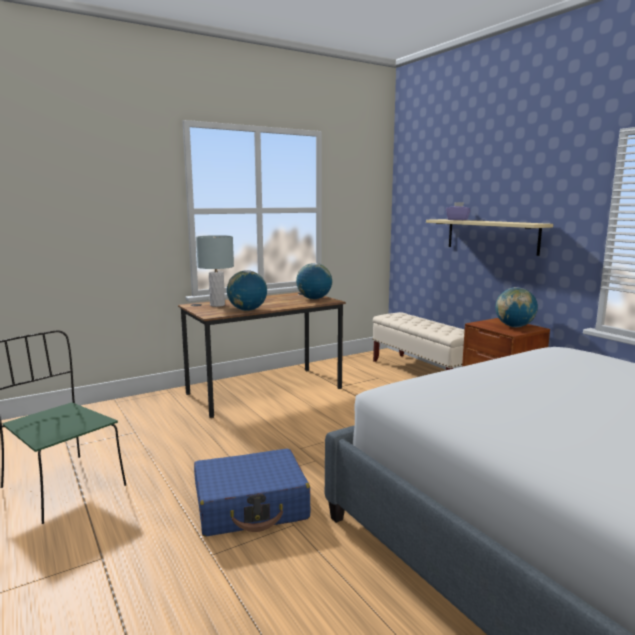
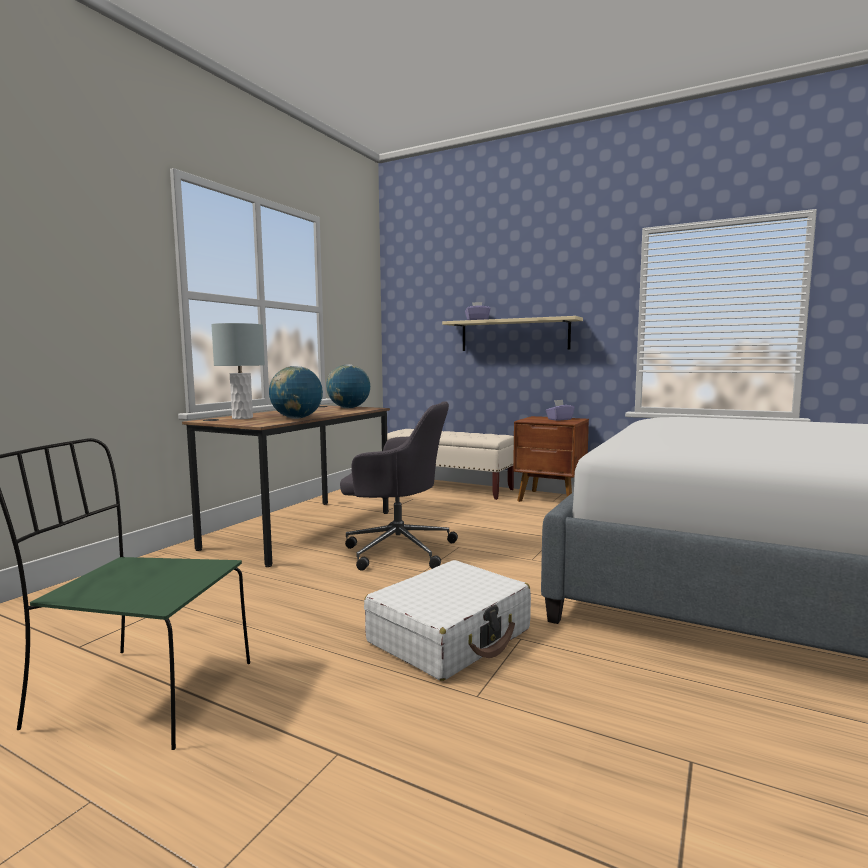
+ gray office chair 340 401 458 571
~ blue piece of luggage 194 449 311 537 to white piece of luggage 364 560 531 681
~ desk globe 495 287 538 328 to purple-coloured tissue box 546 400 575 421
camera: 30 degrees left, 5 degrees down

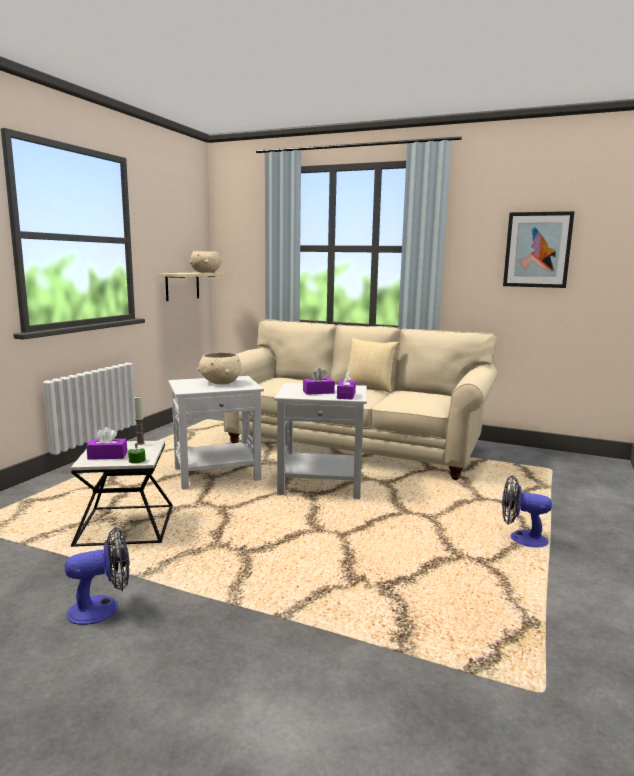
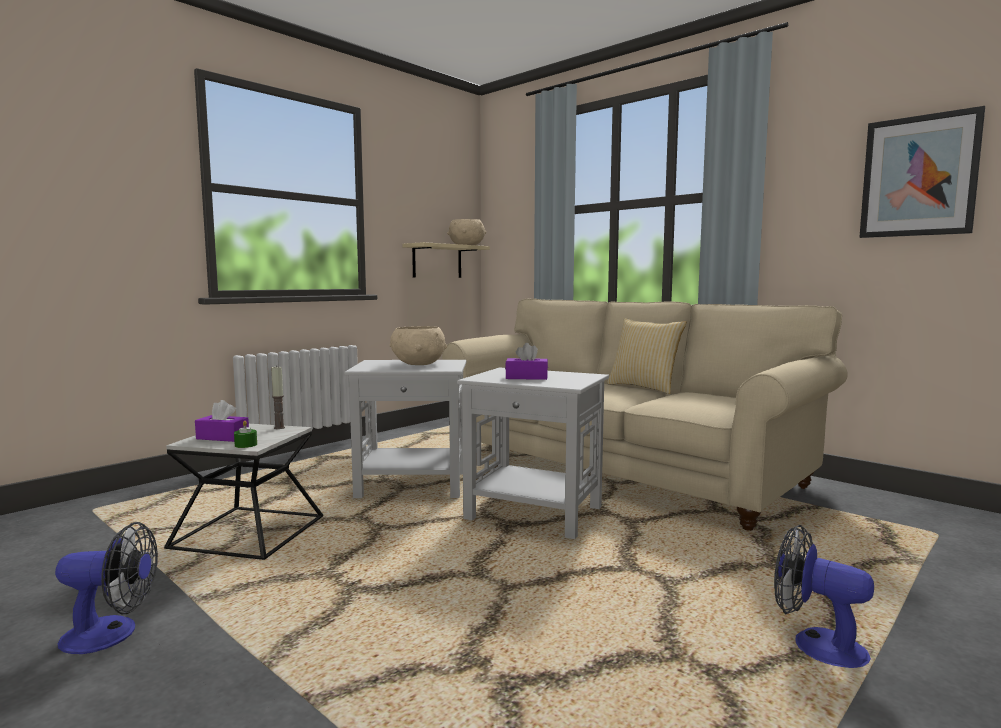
- purple-coloured tissue box 337 371 356 400
camera: 20 degrees right, 5 degrees down

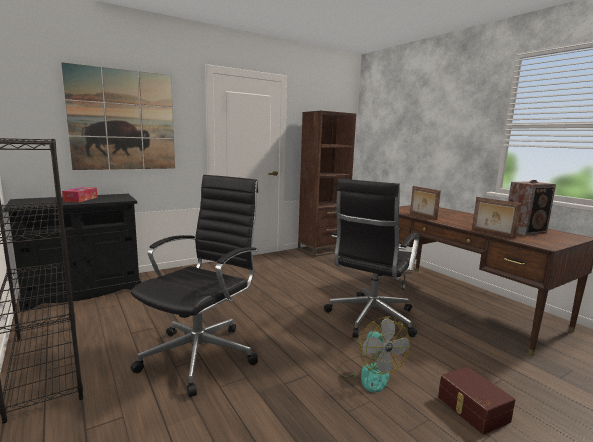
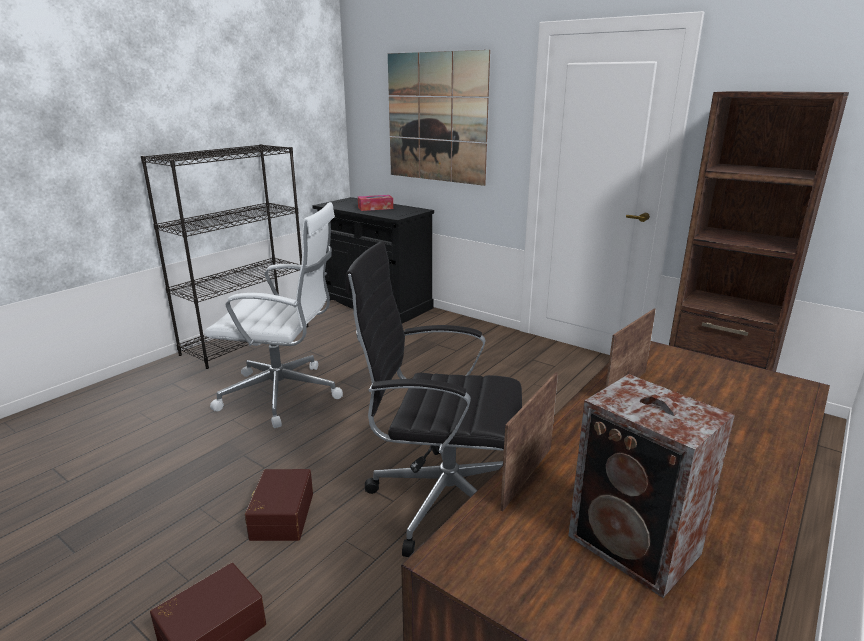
~ black-coloured office chair 131 175 258 397 to white office chair 204 202 343 428
~ fan 337 316 410 393 to brown storage container 245 469 313 541
camera: 70 degrees right, 10 degrees up

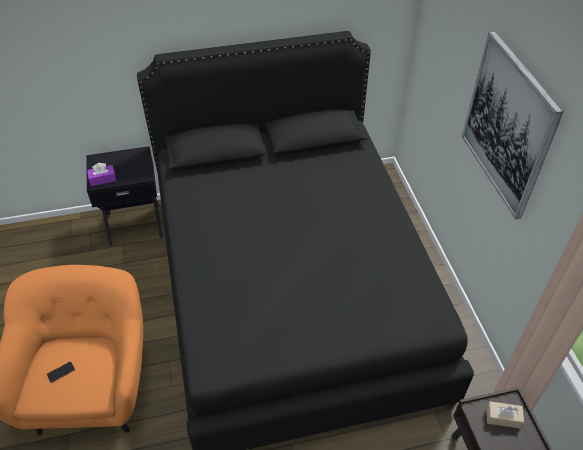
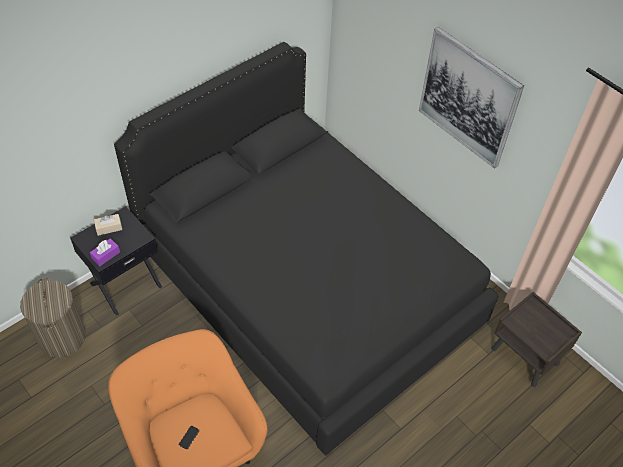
+ hamper 20 278 86 358
~ sand-coloured tissue box 486 401 524 428 to 94 214 122 236
camera: 30 degrees left, 5 degrees up

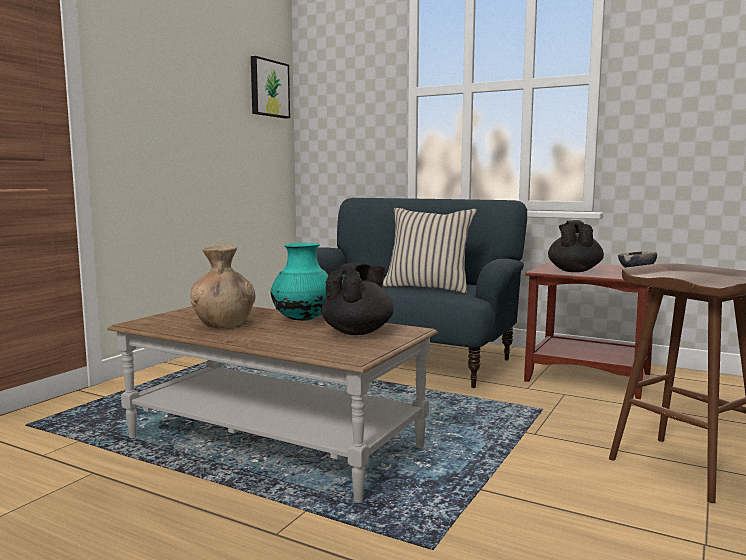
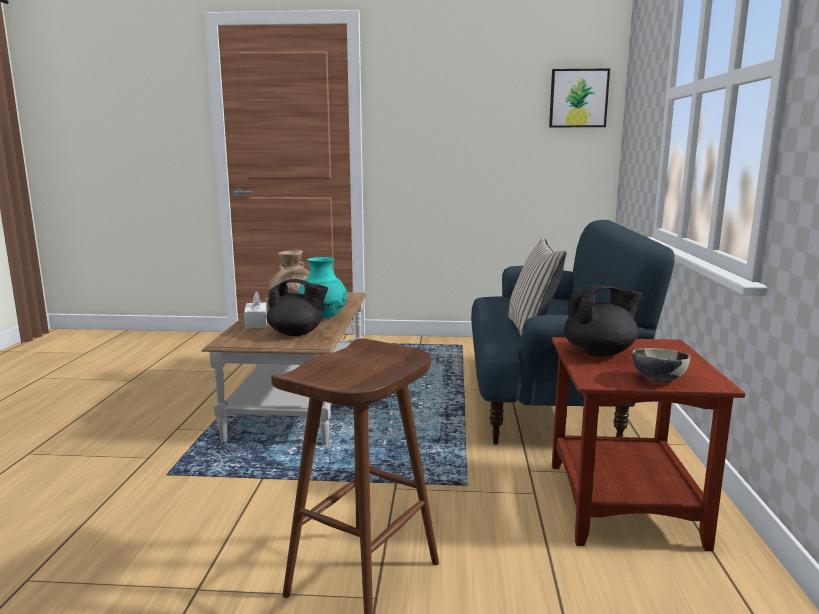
+ white tissue box 244 291 267 329
camera: 65 degrees right, 5 degrees up

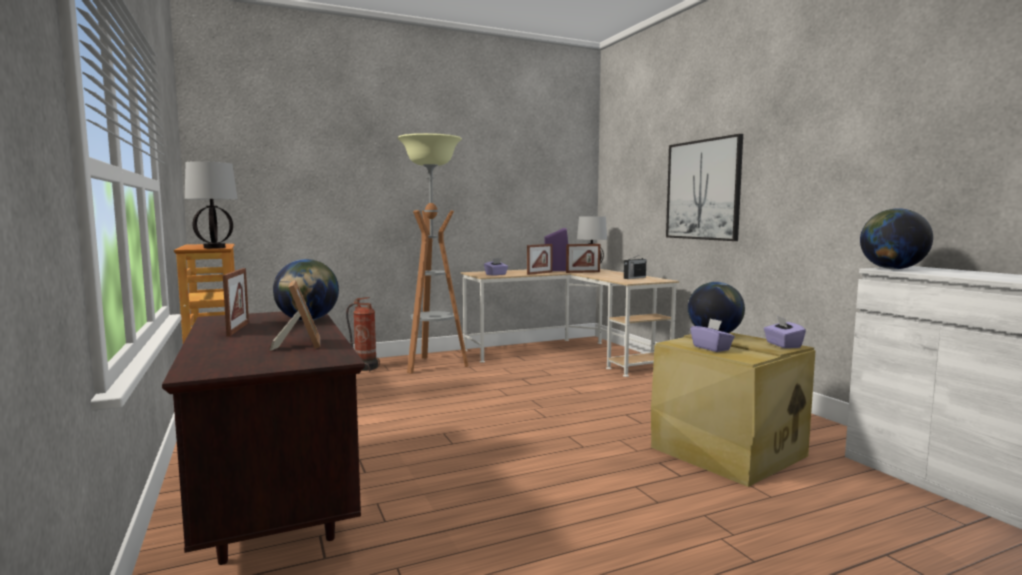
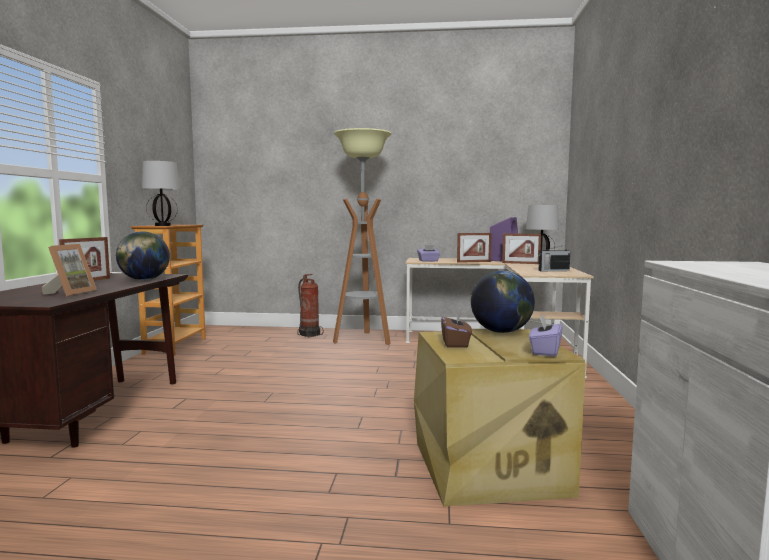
~ purple-coloured tissue box 691 318 735 352 to brown tissue box 441 311 472 348
- picture 666 134 743 241
- desk globe 860 208 933 269
camera: 30 degrees right, 0 degrees up

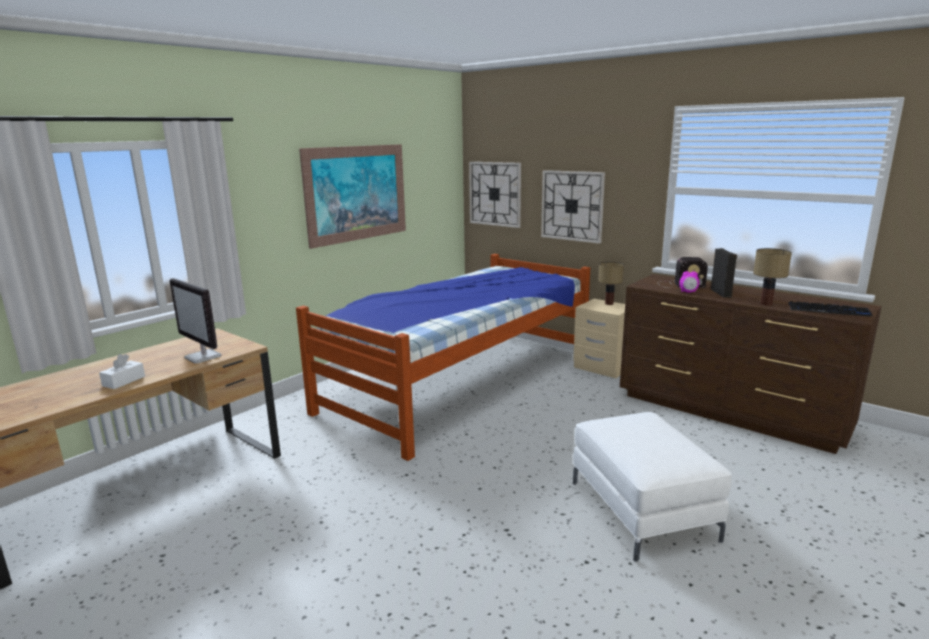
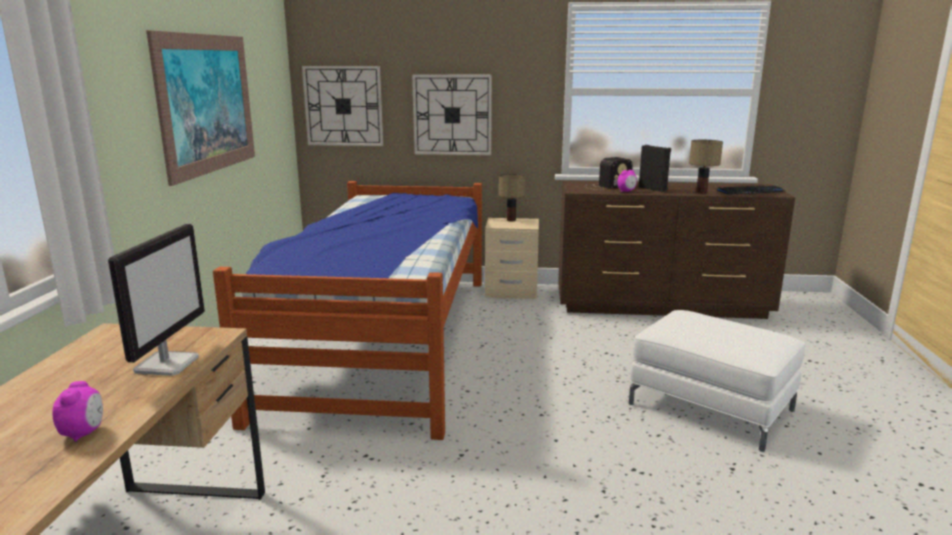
~ white tissue box 99 354 145 389 to bedside clock 52 381 103 442
~ computer display 170 278 222 364 = 108 224 205 376 90 degrees counterclockwise
camera: 35 degrees left, 0 degrees up

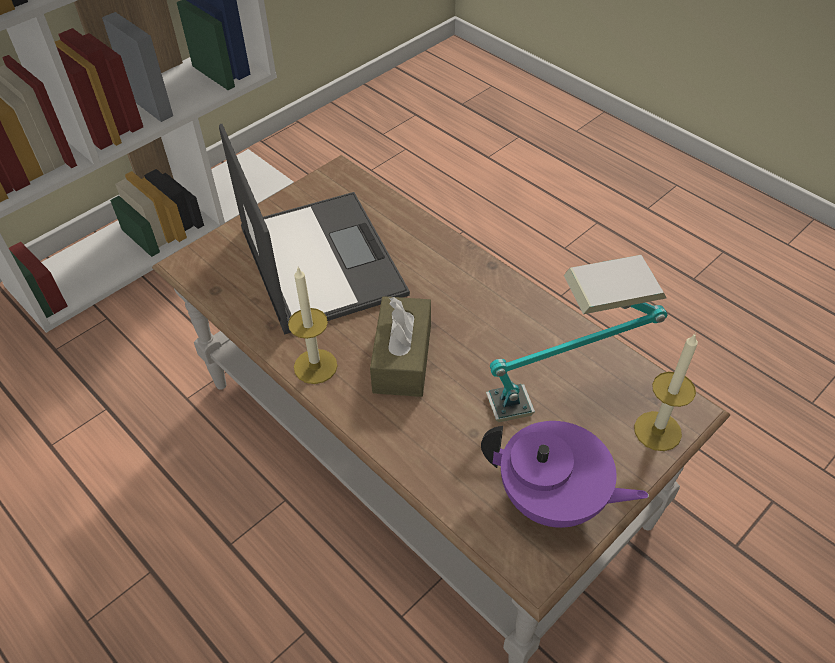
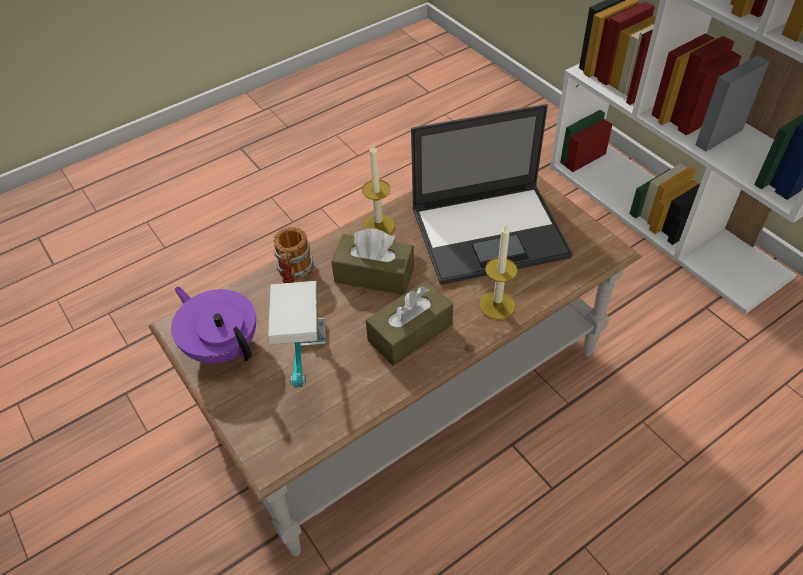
~ purple-coloured teapot 481 421 649 528 = 171 287 256 364 105 degrees clockwise
+ mug 274 227 313 283
+ brown tissue box 366 280 453 366
~ candle 634 333 698 451 to 480 223 517 320
camera: 100 degrees right, 0 degrees up

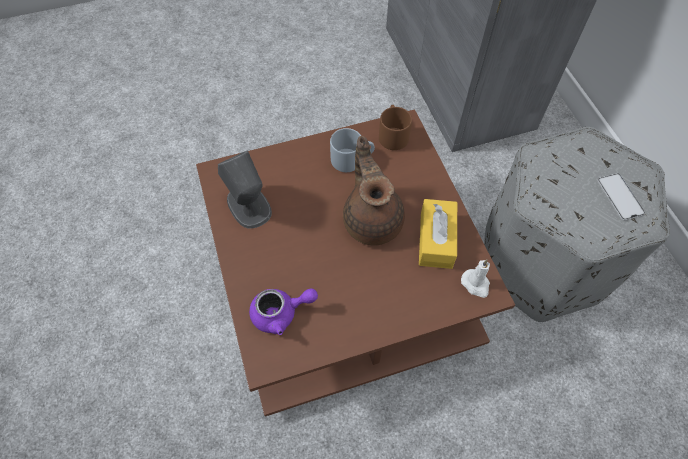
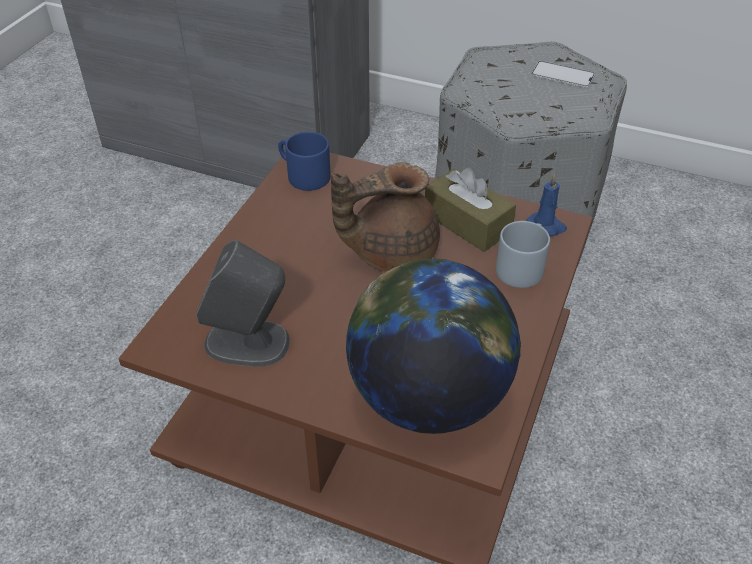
~ brown mug 379 105 412 150 to blue mug 278 132 331 191
~ brown teapot 343 136 405 246 = 331 162 440 272 45 degrees counterclockwise
~ purple-coloured teapot 249 288 318 335 to desk globe 346 259 521 434
~ yellow tissue box 419 199 457 269 to brown tissue box 425 168 516 252
~ gray mug 330 128 375 172 to 496 221 550 288
~ white candle 461 259 490 298 to blue candle 526 174 567 236
camera: 50 degrees left, 15 degrees down

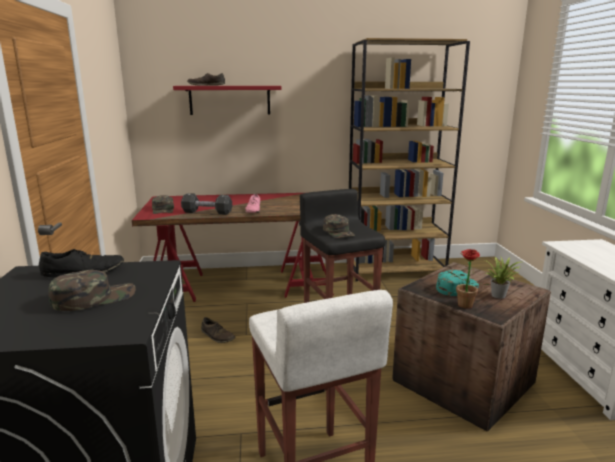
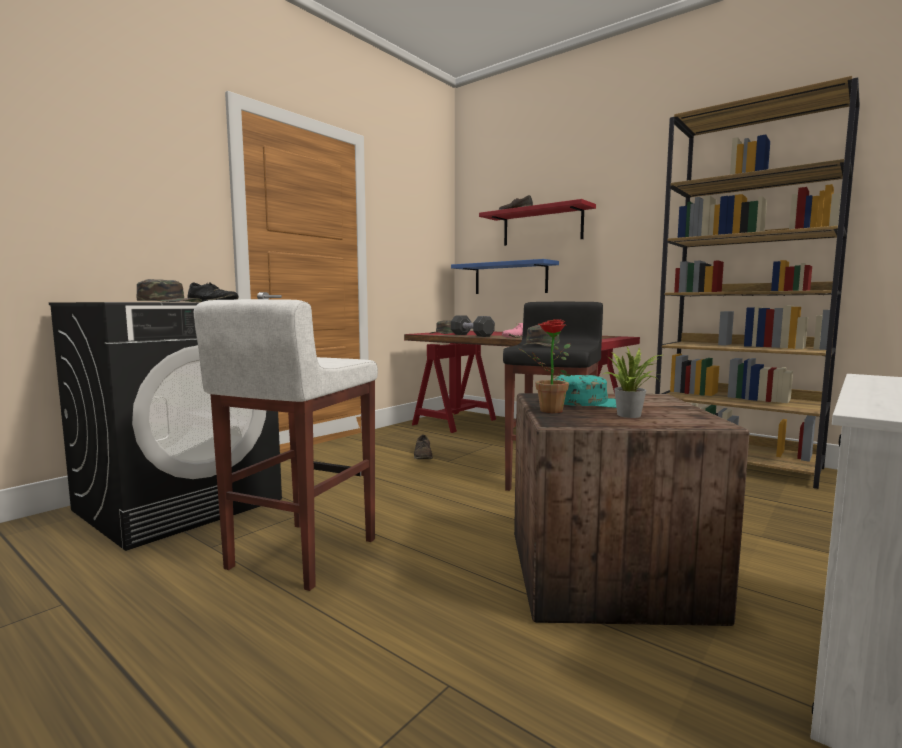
+ blue wall shelf 451 259 559 294
camera: 45 degrees right, 10 degrees down

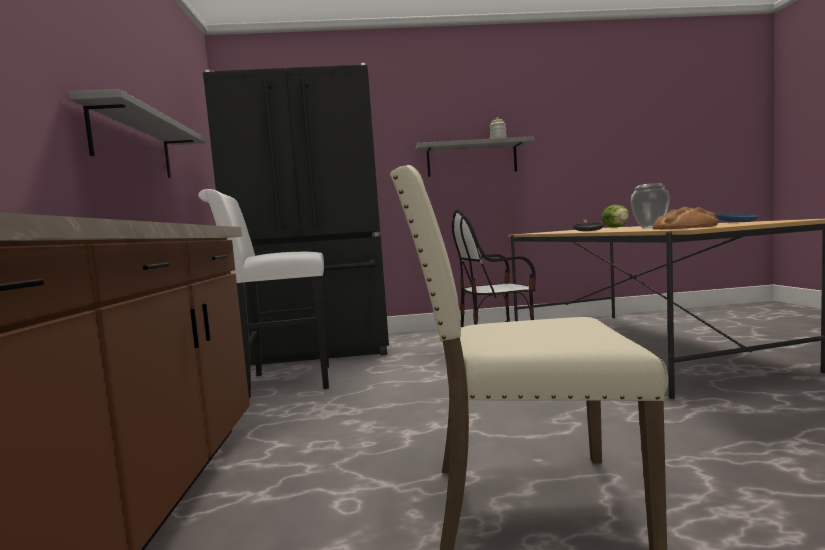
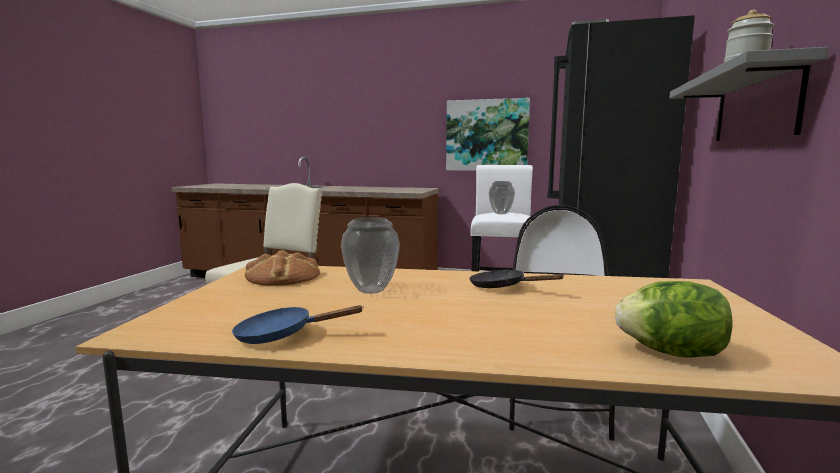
~ gray wall shelf 68 89 206 178 to picture 446 98 530 171
+ decorative vase 489 181 515 214
camera: 110 degrees right, 5 degrees up

